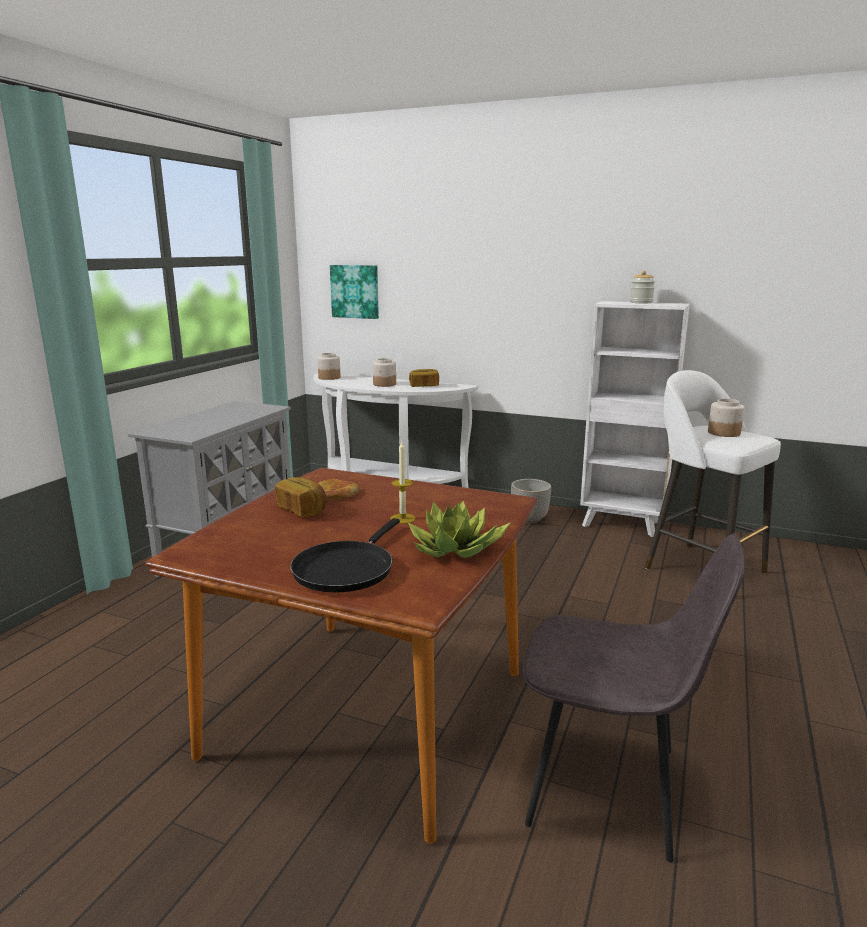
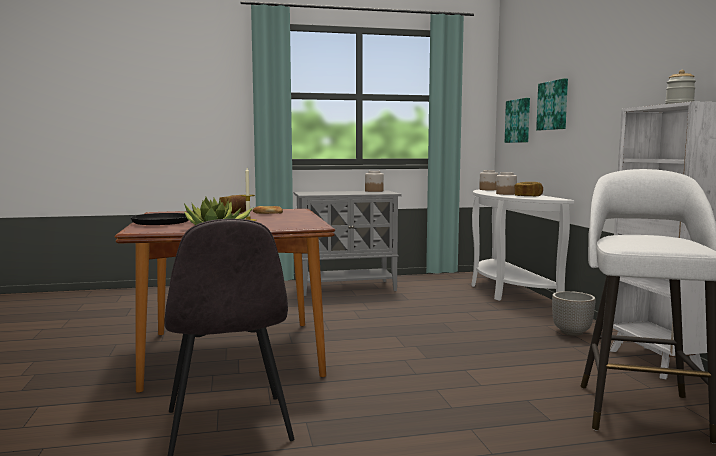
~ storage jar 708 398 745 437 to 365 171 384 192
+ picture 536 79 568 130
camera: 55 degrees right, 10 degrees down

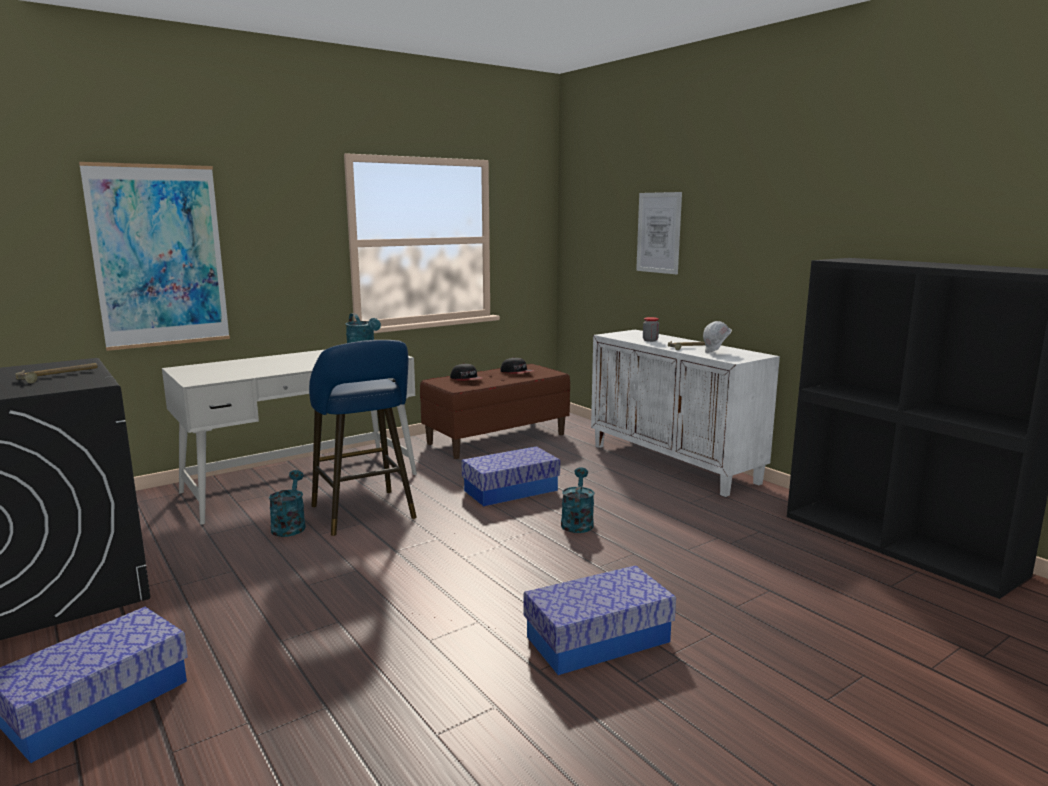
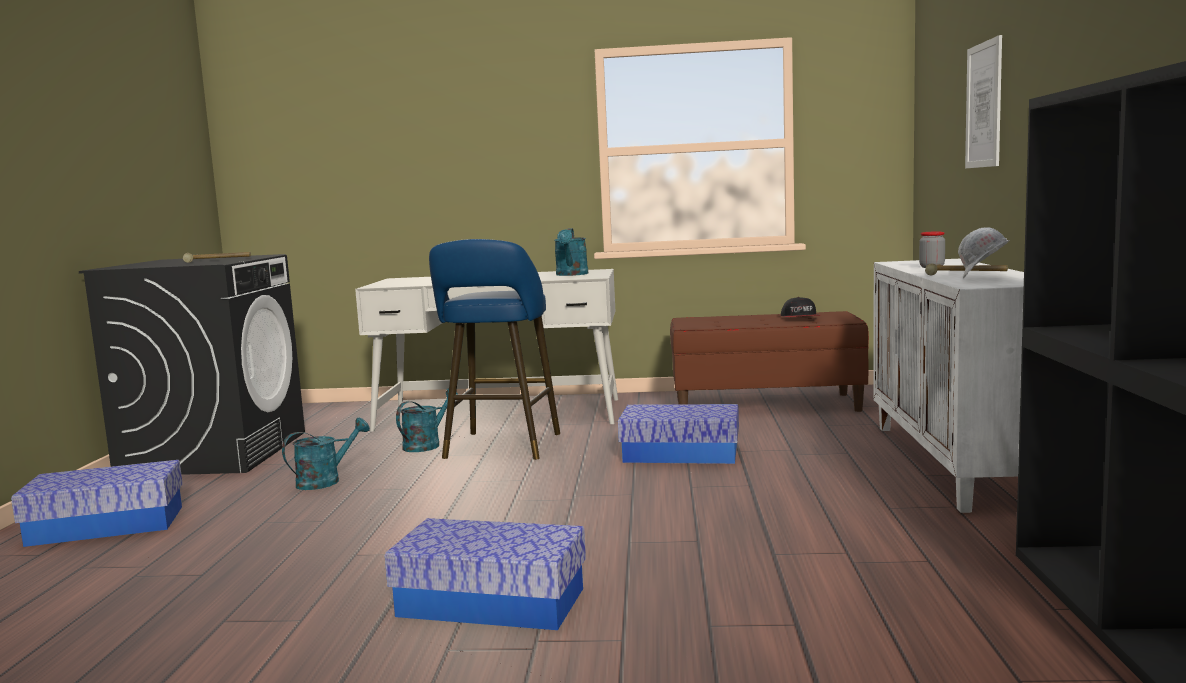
~ turquoise watering pot 561 467 594 533 to 282 418 370 490
- picture 79 162 230 351
- peaked cap 450 363 482 381
camera: 40 degrees right, 5 degrees down

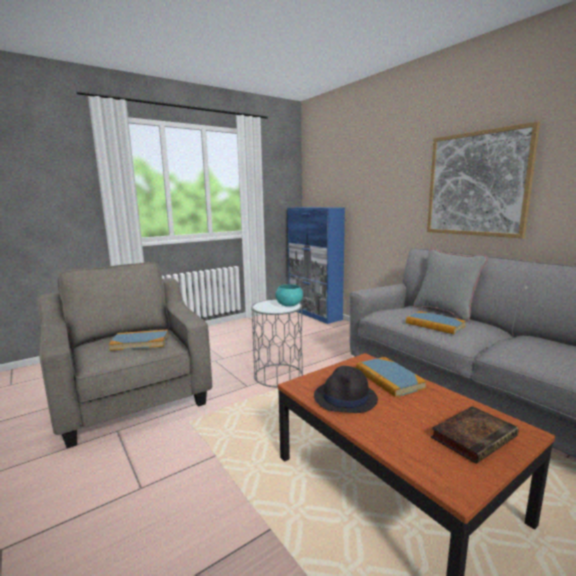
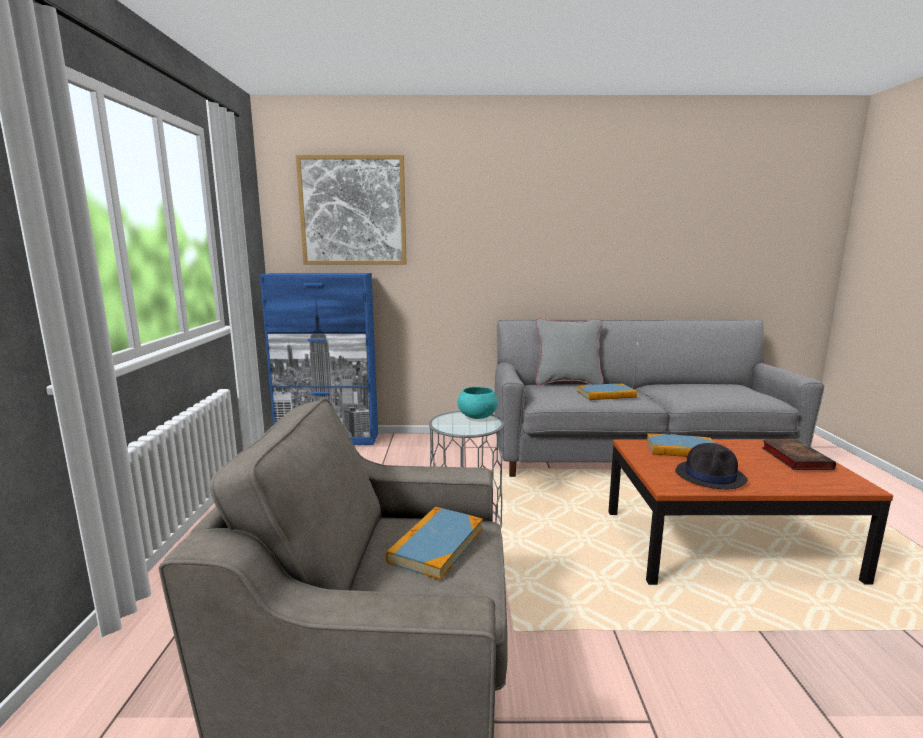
~ picture 427 121 540 238 to 296 155 407 264
camera: 55 degrees left, 0 degrees up

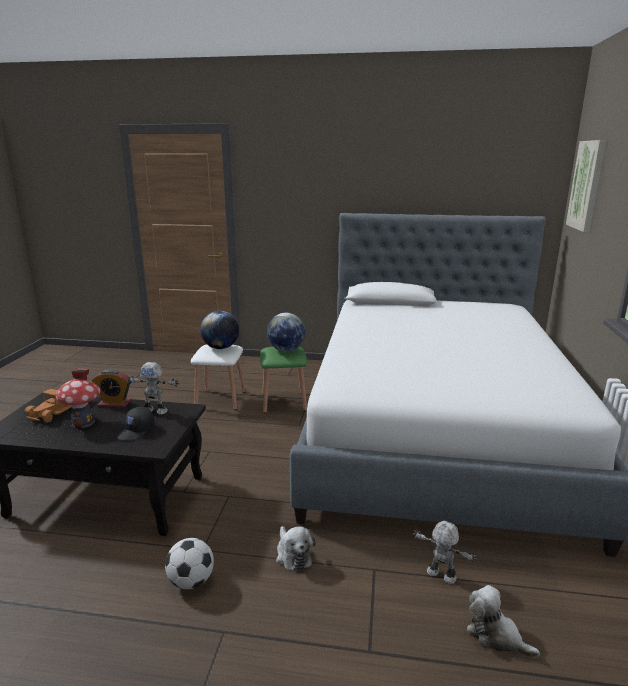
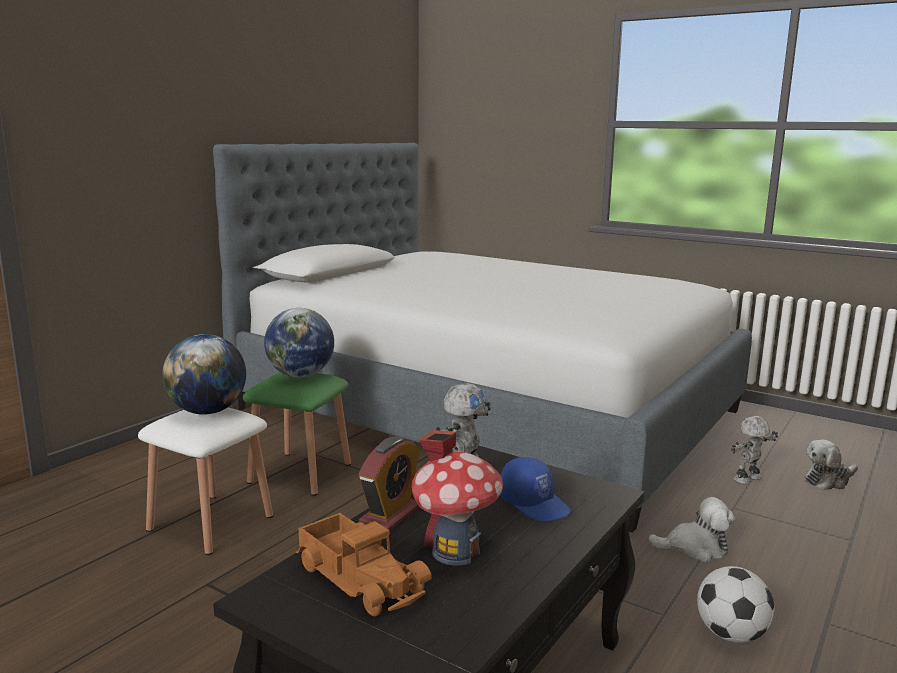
~ black-coloured peaked cap 117 407 154 441 to blue peaked cap 500 457 571 521
- picture 566 140 606 232
camera: 65 degrees left, 5 degrees down

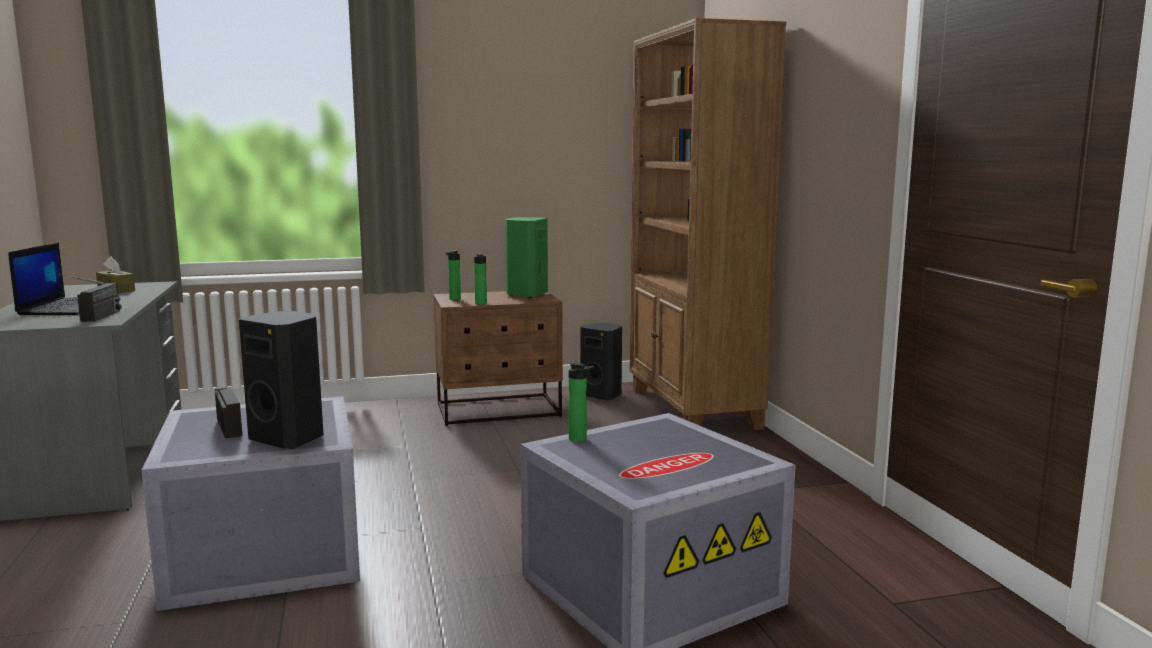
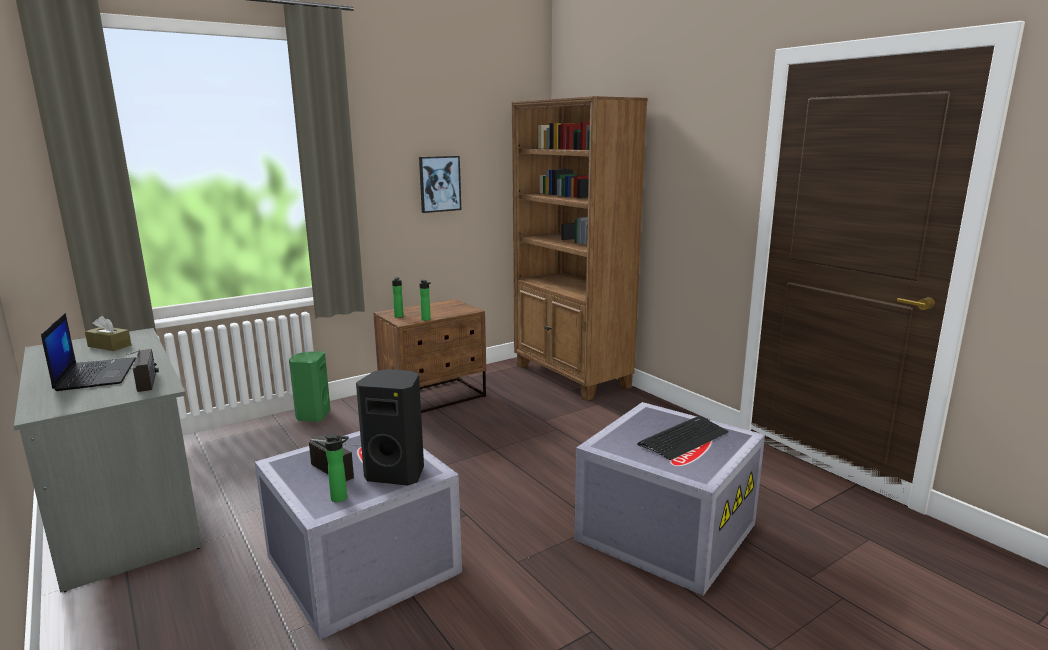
~ green loudspeaker 505 217 548 298 to 289 351 330 422
~ bottle 569 362 594 442 to 325 434 349 502
+ picture 419 156 461 213
+ keyboard 637 416 729 460
- black-coloured loudspeaker 580 323 622 401
camera: 20 degrees left, 5 degrees up

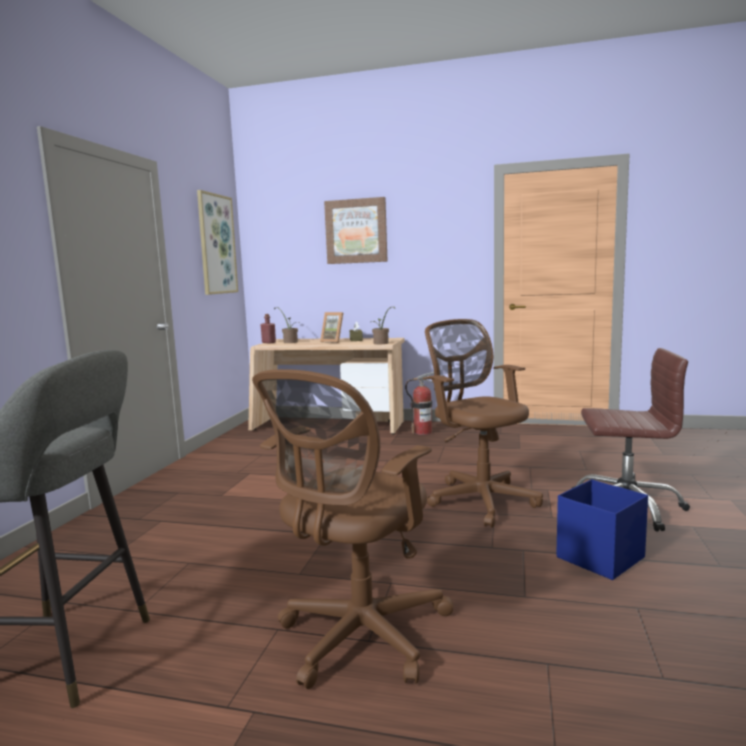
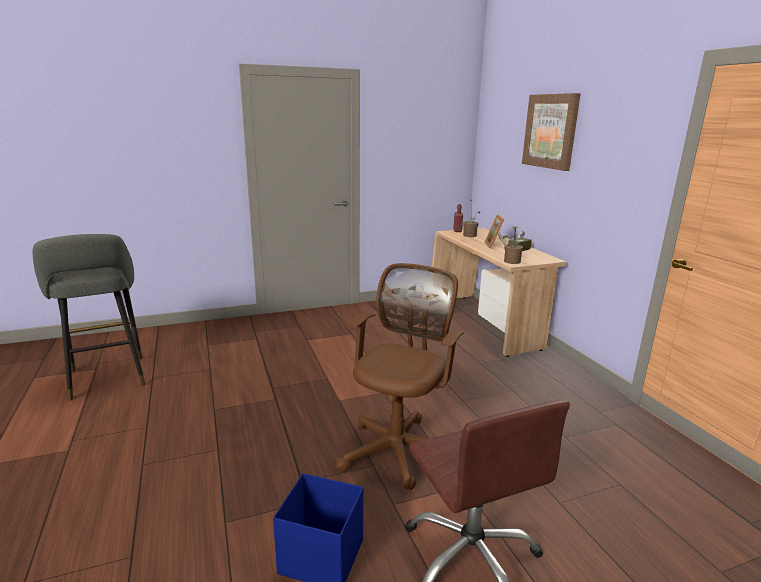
- picture 197 190 238 295
- brown office chair 252 369 454 689
- extinguisher 405 372 434 435
camera: 55 degrees right, 10 degrees up

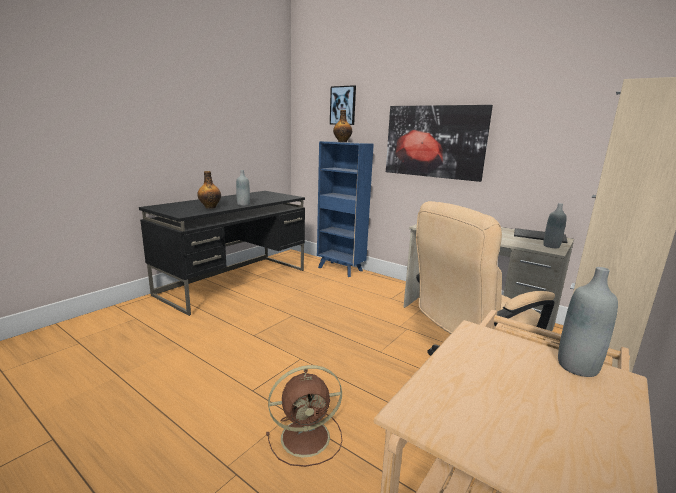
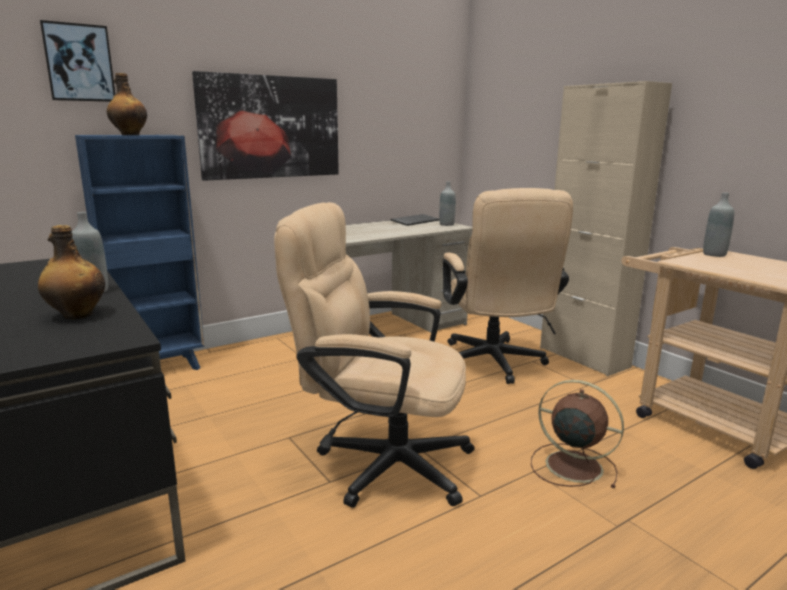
+ sand-coloured office chair 274 202 475 507
~ brown fan 266 365 342 467 = 531 380 624 488 60 degrees counterclockwise
camera: 70 degrees left, 0 degrees up

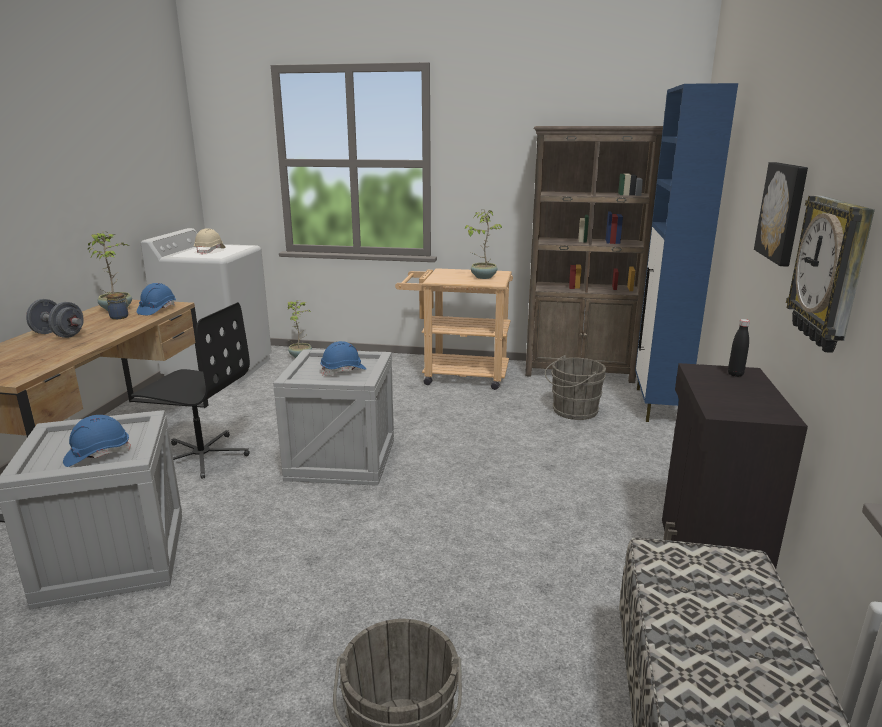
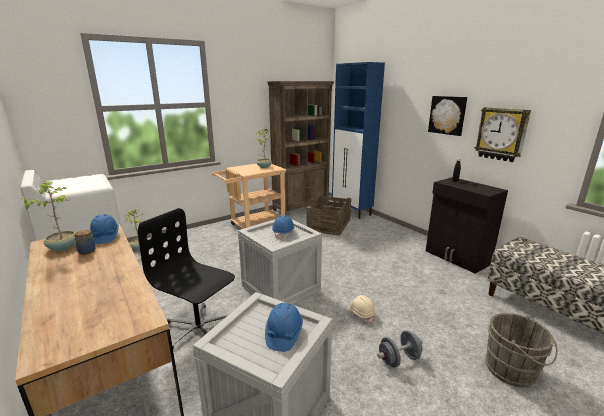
~ black-coloured office chair 131 302 250 479 = 138 208 235 349 120 degrees counterclockwise
~ gray water bucket 545 355 606 420 to packing crate 306 195 351 236
~ sand-coloured hard hat 194 228 226 255 to 347 295 376 322
~ gray hand weight 26 299 84 338 to 377 330 423 368
camera: 45 degrees left, 0 degrees up

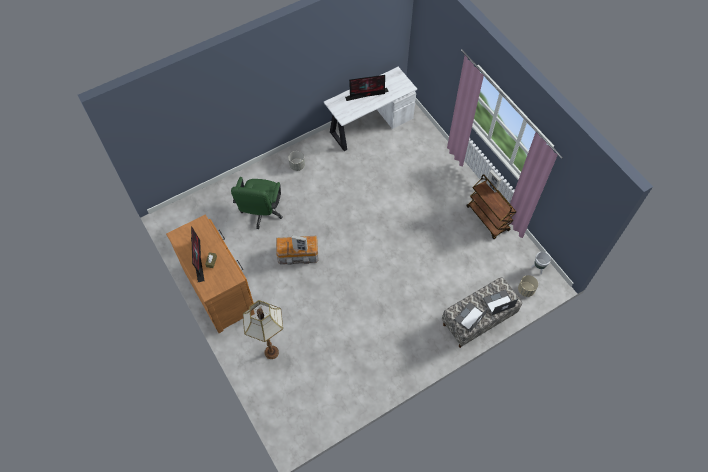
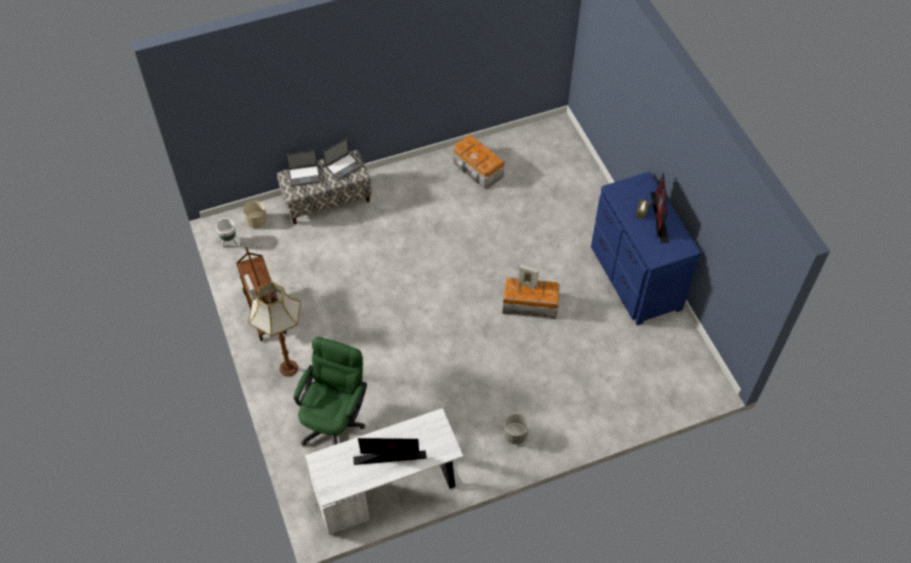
~ standard lamp 243 300 283 359 to 249 282 301 377
~ green office chair 231 177 283 229 to 294 337 367 446
+ storage container 454 134 505 189
~ brown dresser 166 214 255 333 to blue dresser 591 172 702 325
camera: 170 degrees left, 5 degrees down

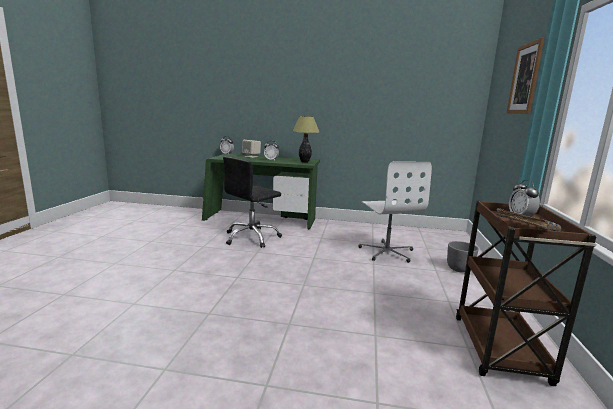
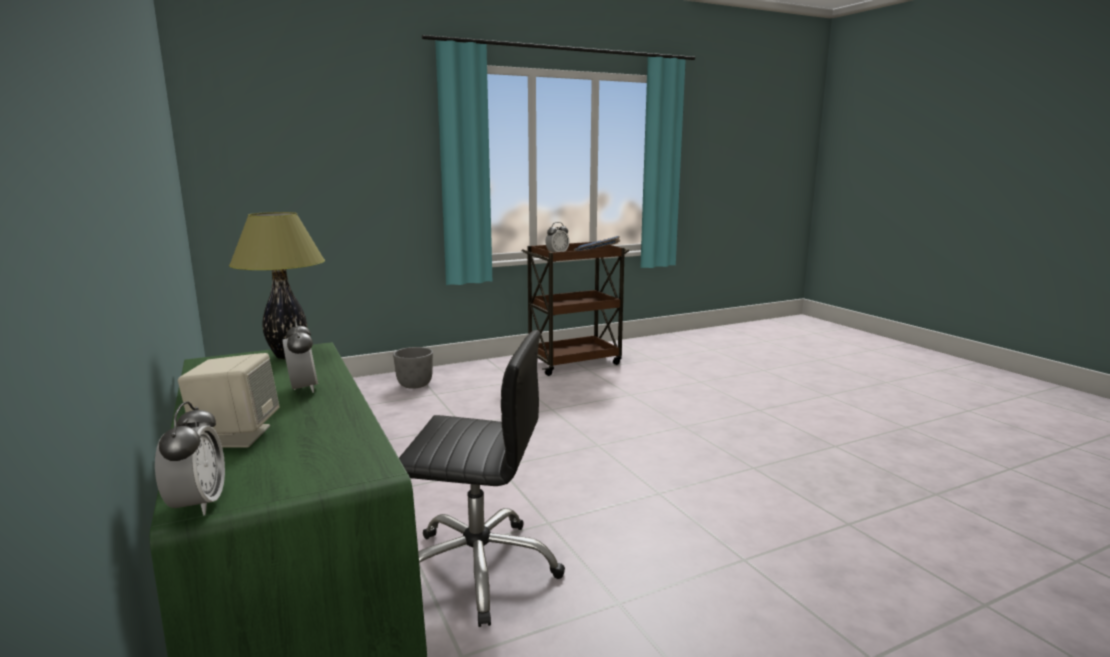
- white office chair 358 161 432 263
- picture 507 38 544 114
camera: 125 degrees left, 0 degrees up

